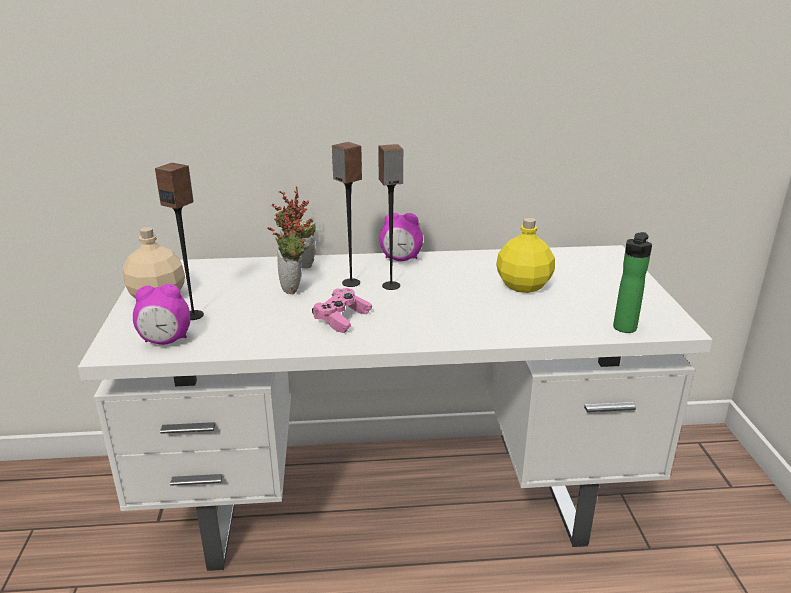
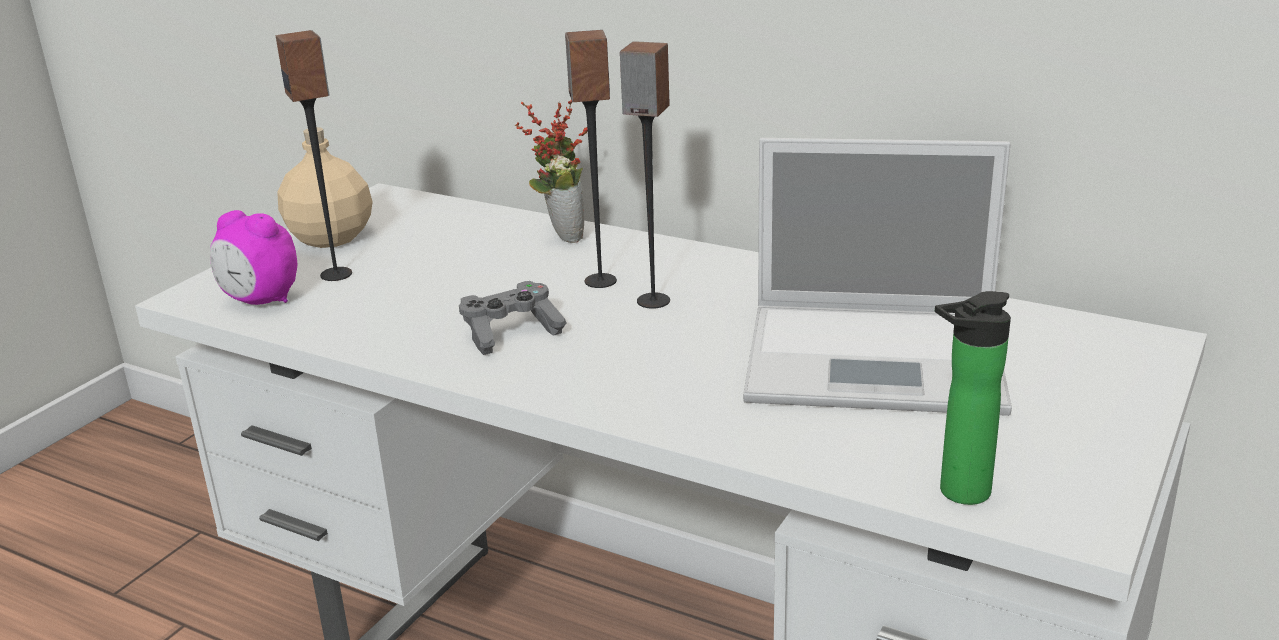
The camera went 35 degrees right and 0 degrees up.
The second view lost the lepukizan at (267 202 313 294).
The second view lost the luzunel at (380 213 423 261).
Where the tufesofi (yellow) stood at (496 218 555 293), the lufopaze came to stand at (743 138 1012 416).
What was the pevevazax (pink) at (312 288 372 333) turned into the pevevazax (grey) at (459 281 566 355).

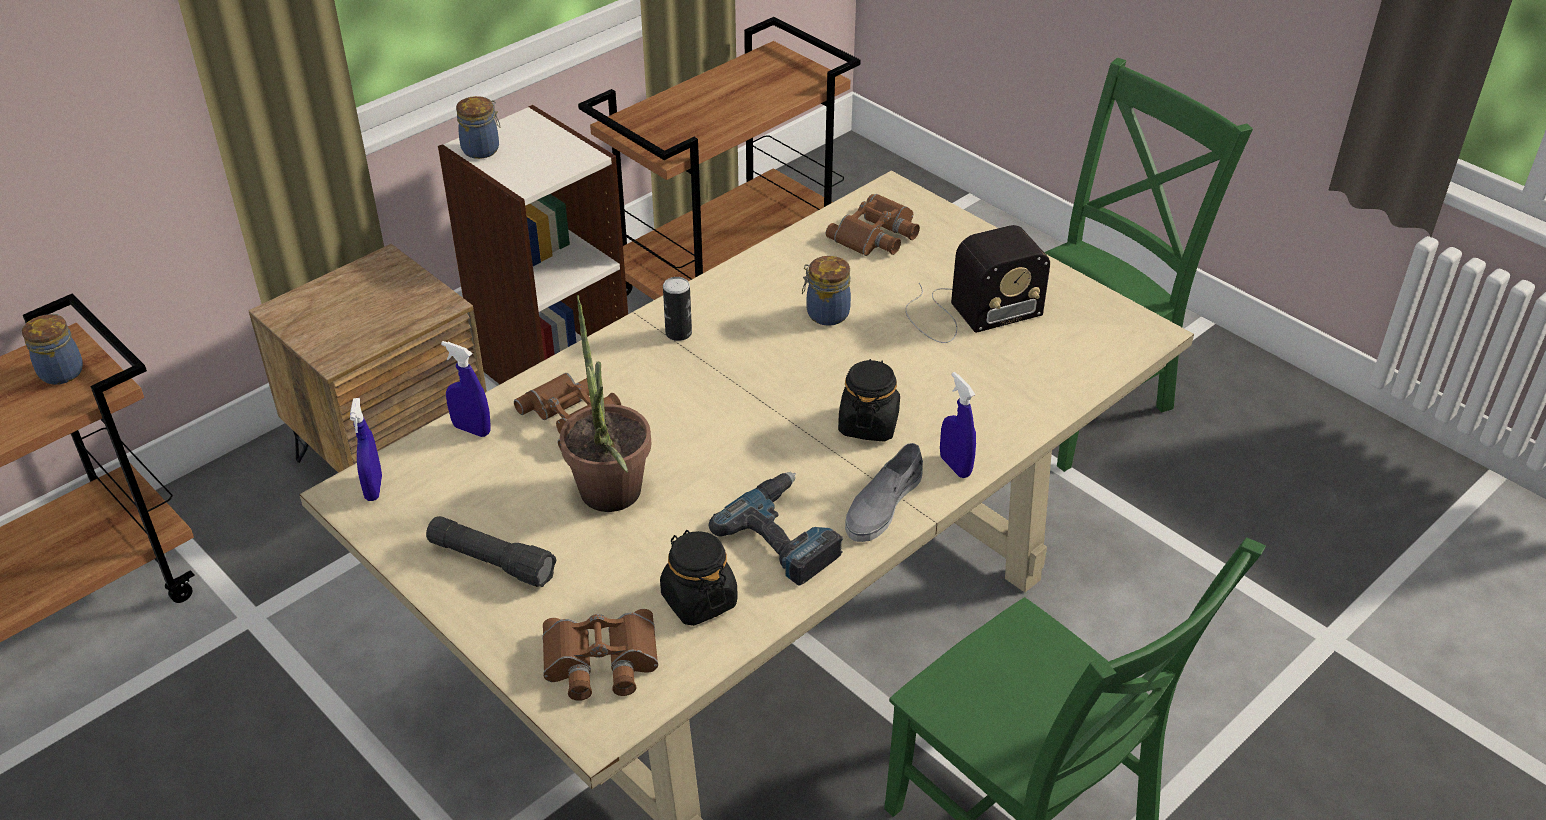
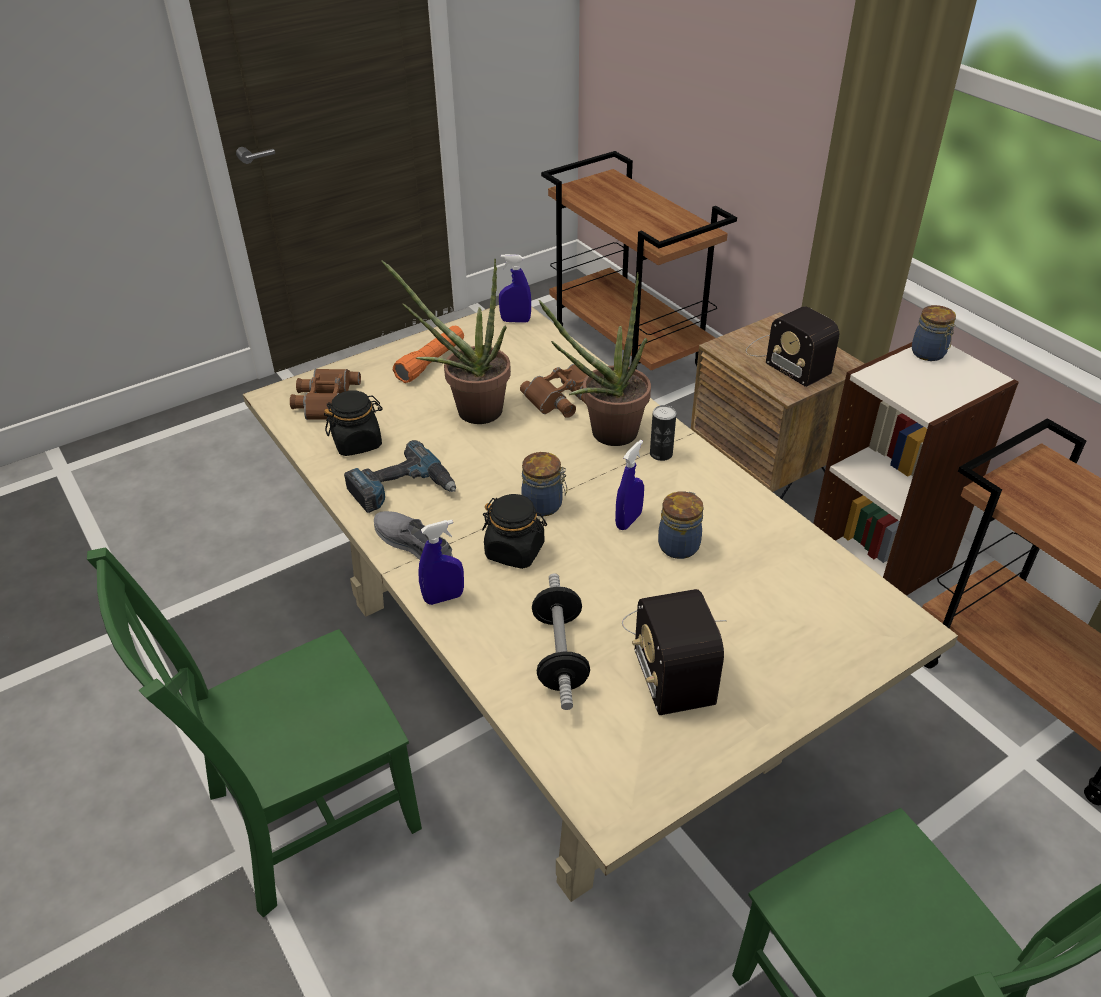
The camera went 100 degrees right and 0 degrees up.
The second view lost the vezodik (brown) at (826 194 920 256).
The second view gained the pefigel at (532 573 590 710).
The second view gained the lepukizan at (539 272 651 446).
The second view gained the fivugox at (746 306 839 387).
The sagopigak ended up elsewhere, having gone from (22 314 83 385) to (521 452 567 517).
The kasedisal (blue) ended up elsewhere, having gone from (441 341 491 437) to (615 440 644 530).
What was the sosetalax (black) at (426 516 557 587) turned into the sosetalax (orange) at (393 326 464 383).

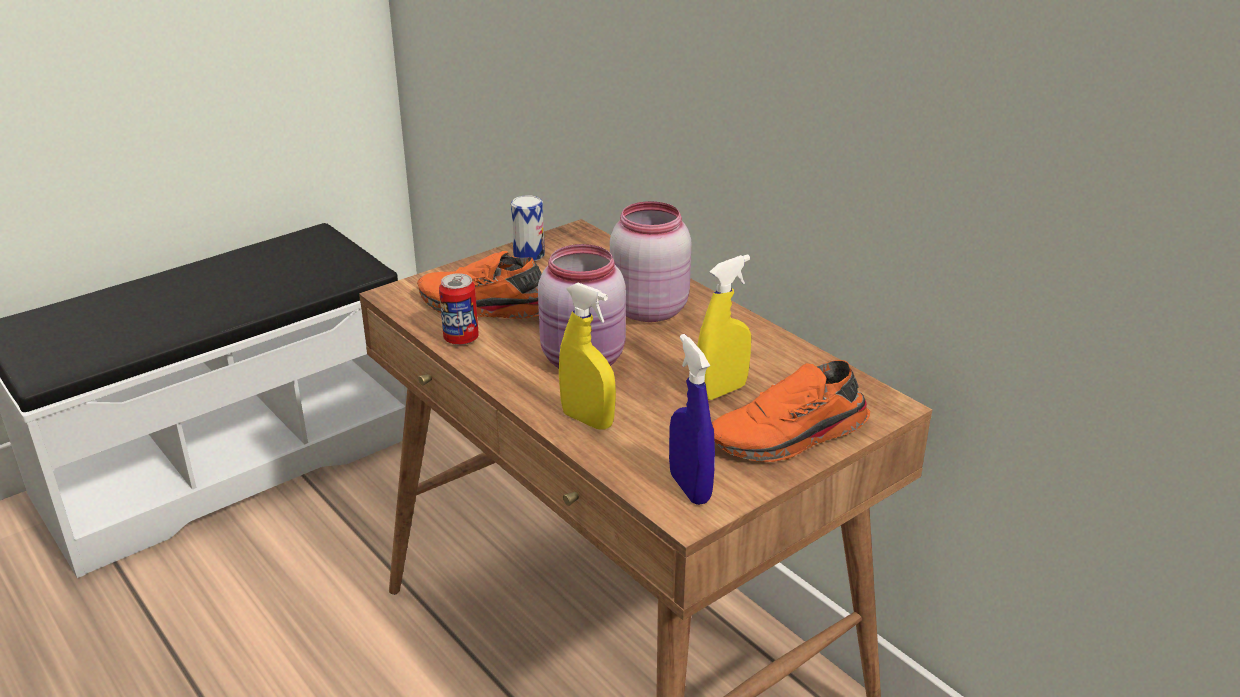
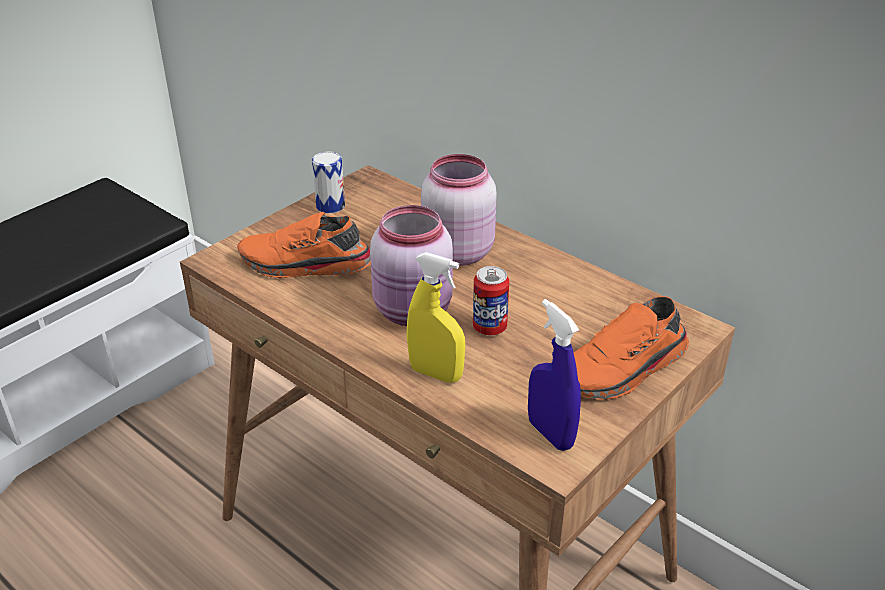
The camera went 10 degrees left and 5 degrees up.
The second view lost the kasedisal (yellow) at (697 254 751 400).
The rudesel ended up elsewhere, having gone from (439 273 479 345) to (473 266 509 335).

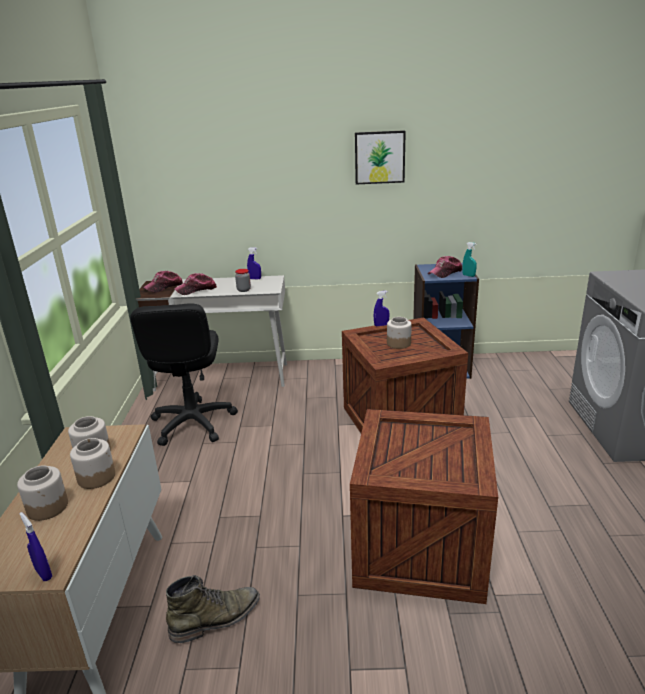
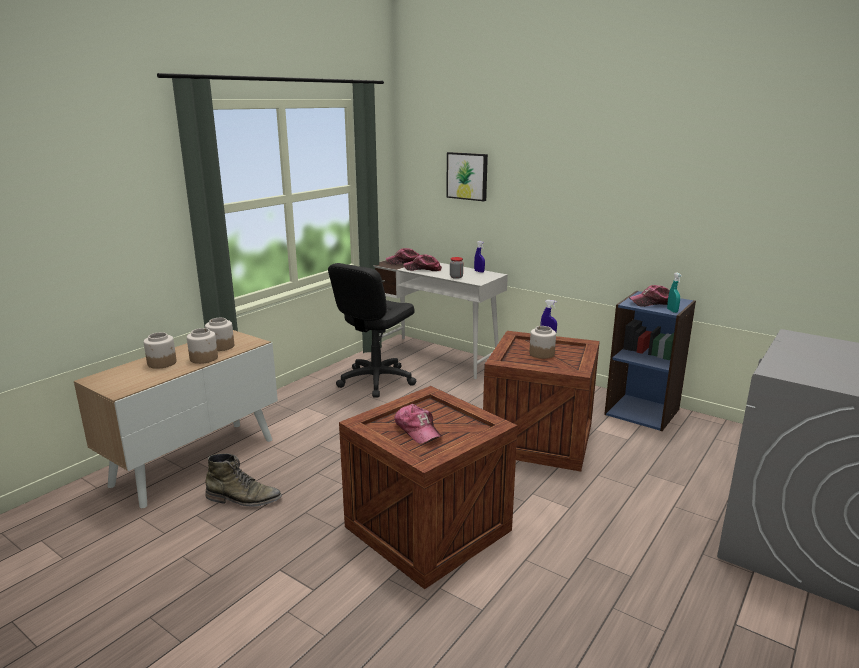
The camera went 35 degrees right and 5 degrees down.
The second view lost the kasedisal (blue) at (20 512 52 581).
The second view gained the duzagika at (394 404 442 444).
The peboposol ended up elsewhere, having gone from (355 130 406 184) to (446 152 488 201).

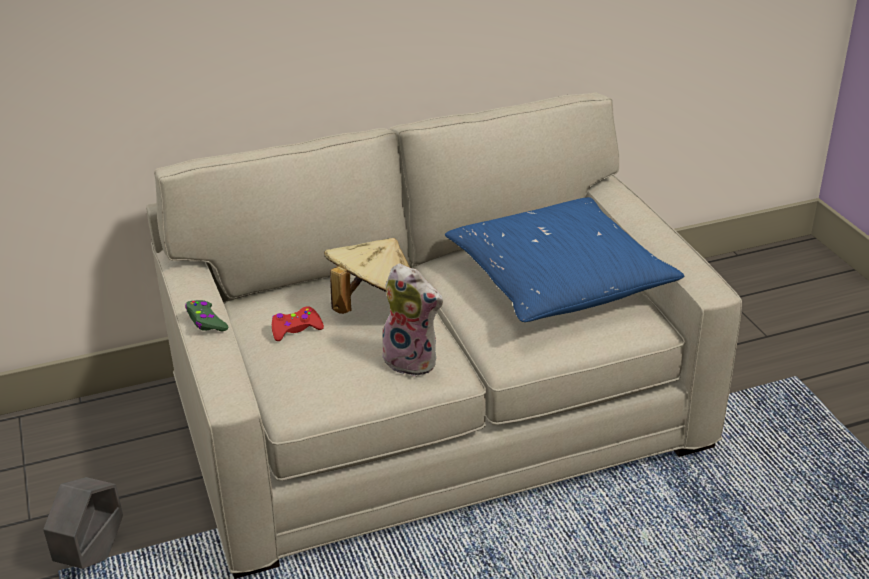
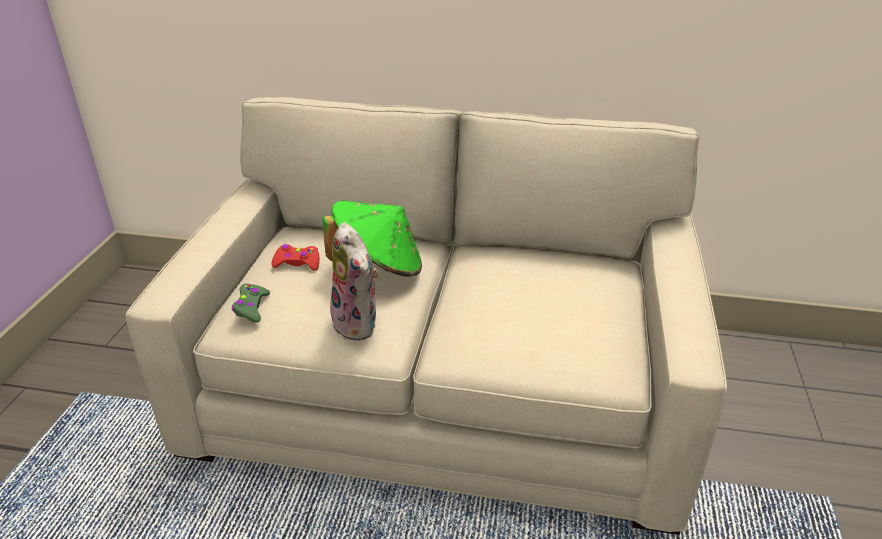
The camera went 30 degrees right and 0 degrees up.
The second view lost the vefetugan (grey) at (43 477 123 569).
The second view lost the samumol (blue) at (445 197 684 322).
The pevevazax (green) ended up elsewhere, having gone from (185 300 228 331) to (232 284 270 323).
What was the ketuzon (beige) at (324 238 410 314) turned into the ketuzon (green) at (323 201 422 277).

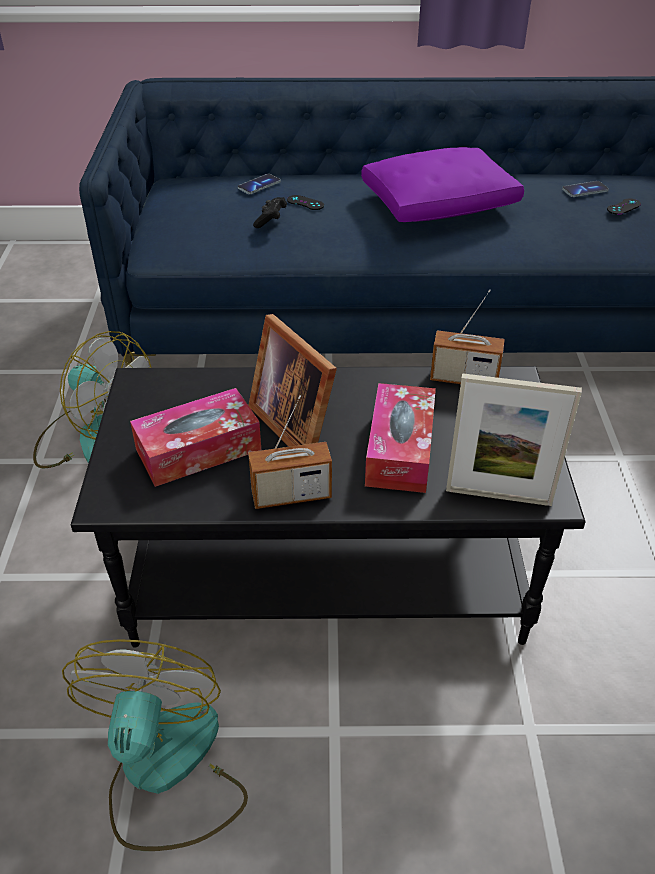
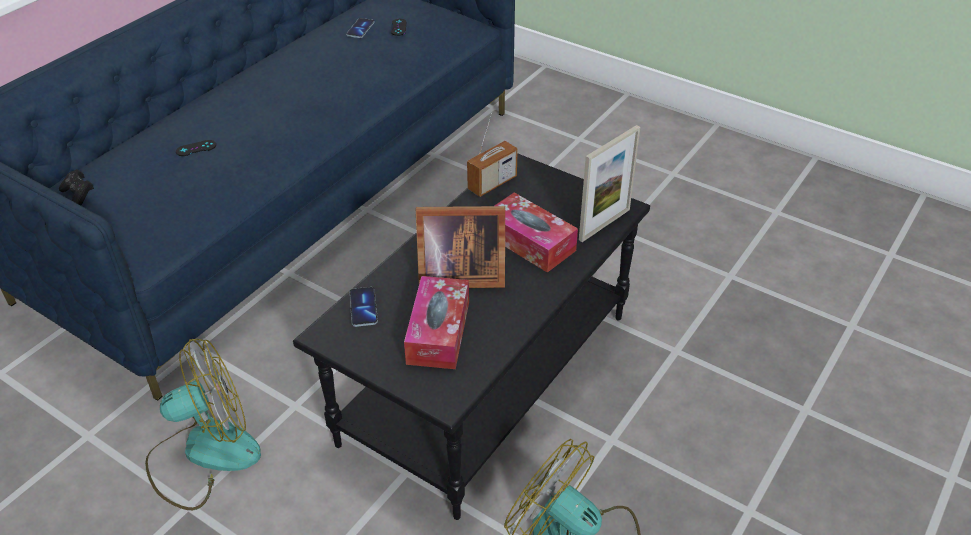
The camera went 55 degrees left and 0 degrees up.
The second view lost the fivugox at (248 395 332 509).
The second view lost the samumol (purple) at (361 147 524 222).
The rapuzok ended up elsewhere, having gone from (238 174 281 194) to (350 287 378 327).
The pevevazax (black) ended up elsewhere, having gone from (253 197 287 228) to (59 169 94 205).

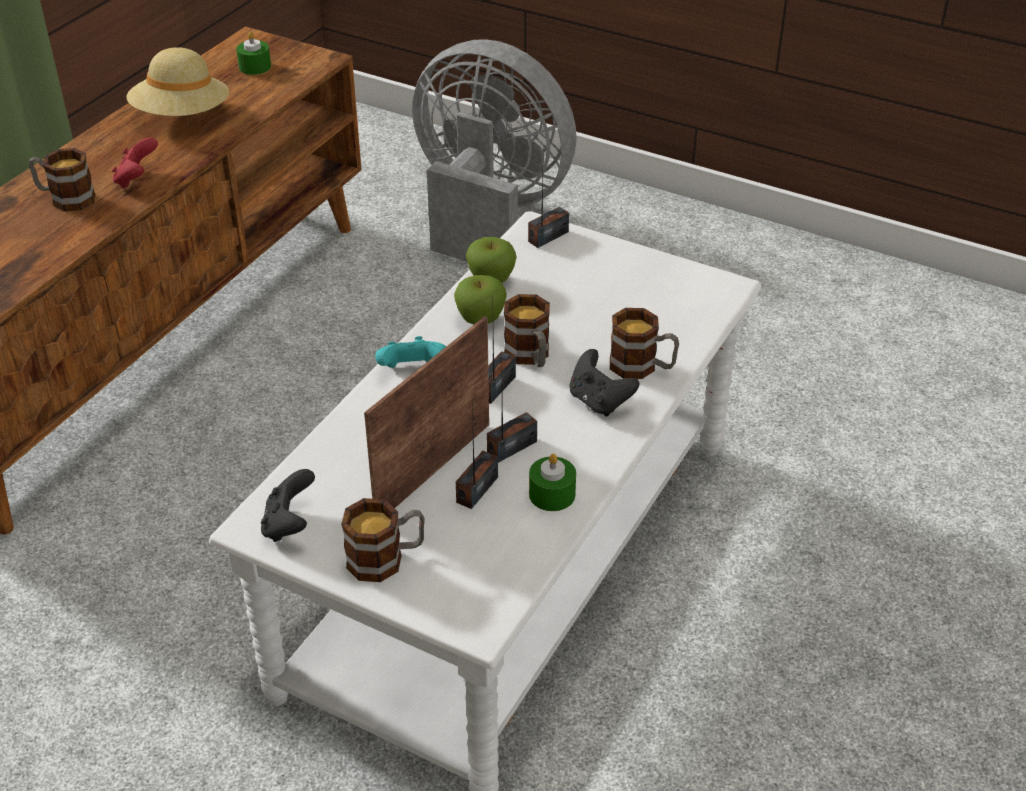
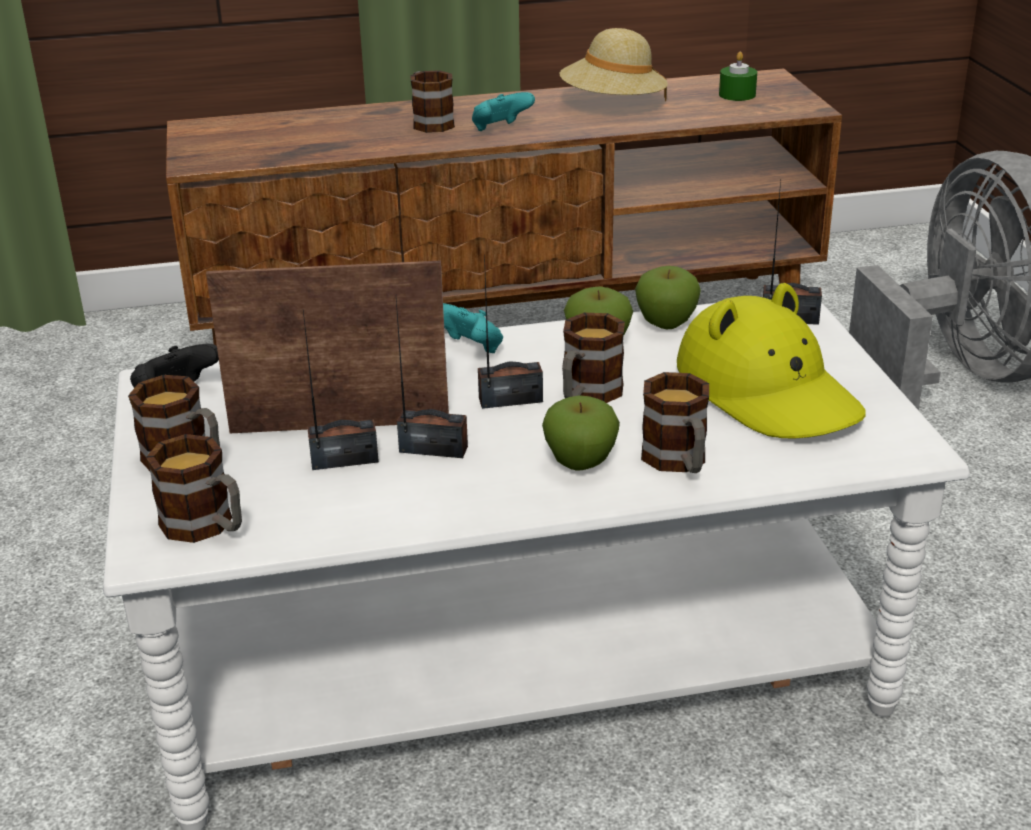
The camera went 50 degrees right and 10 degrees down.
The second view lost the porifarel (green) at (529 454 576 511).
The second view gained the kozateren at (146 434 242 543).
The second view gained the ketuzon (yellow) at (677 283 866 438).
Where the pevevazax (black) stood at (570 349 639 417), the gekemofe came to stand at (542 395 620 470).
What was the pevevazax (red) at (112 137 158 189) turned into the pevevazax (turquoise) at (472 92 535 131).

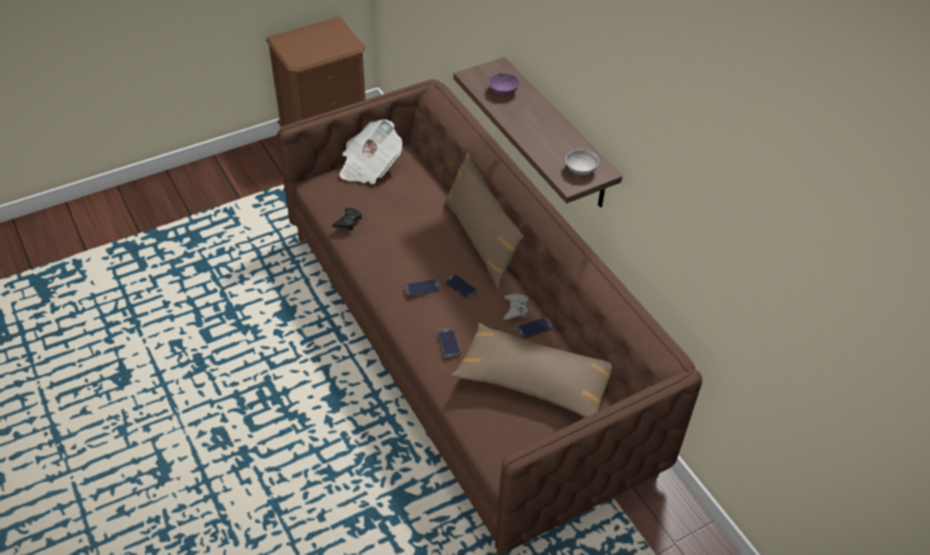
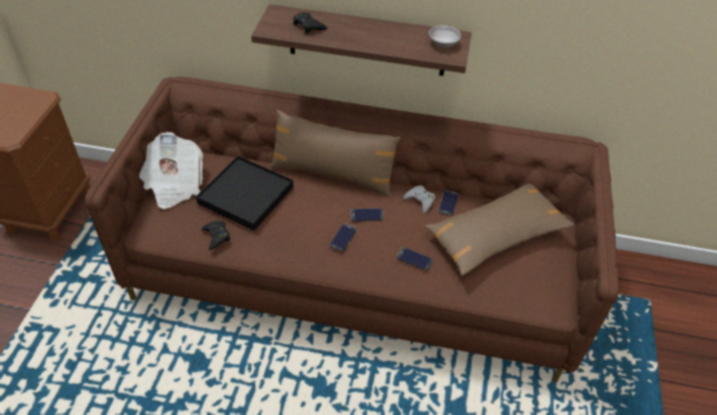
The camera went 50 degrees left and 0 degrees up.
The second view gained the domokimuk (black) at (196 156 293 231).
Where the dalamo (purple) stood at (489 73 520 95), the pevevazax (black) came to stand at (293 12 327 34).

